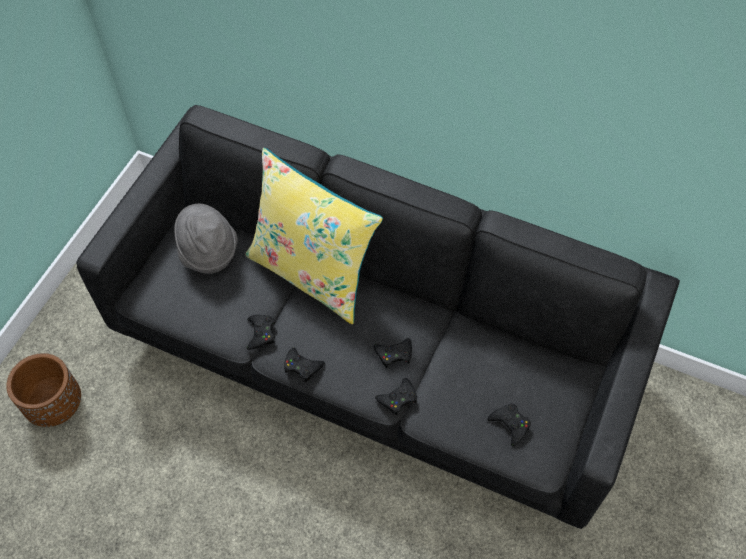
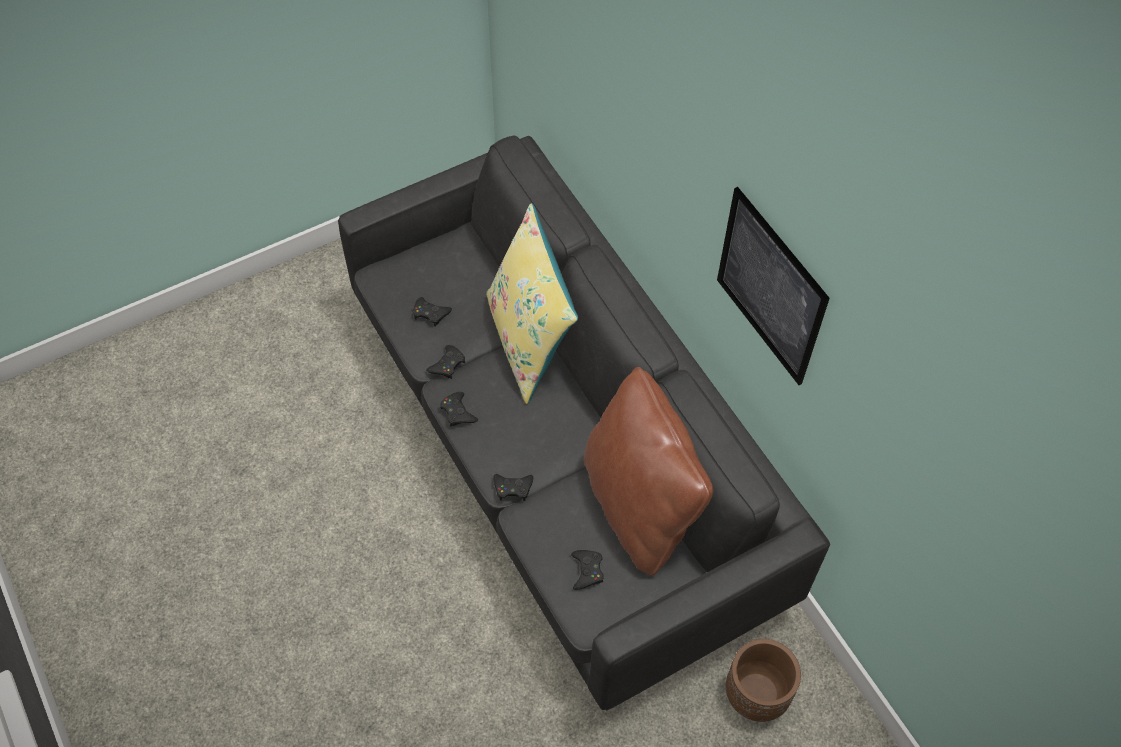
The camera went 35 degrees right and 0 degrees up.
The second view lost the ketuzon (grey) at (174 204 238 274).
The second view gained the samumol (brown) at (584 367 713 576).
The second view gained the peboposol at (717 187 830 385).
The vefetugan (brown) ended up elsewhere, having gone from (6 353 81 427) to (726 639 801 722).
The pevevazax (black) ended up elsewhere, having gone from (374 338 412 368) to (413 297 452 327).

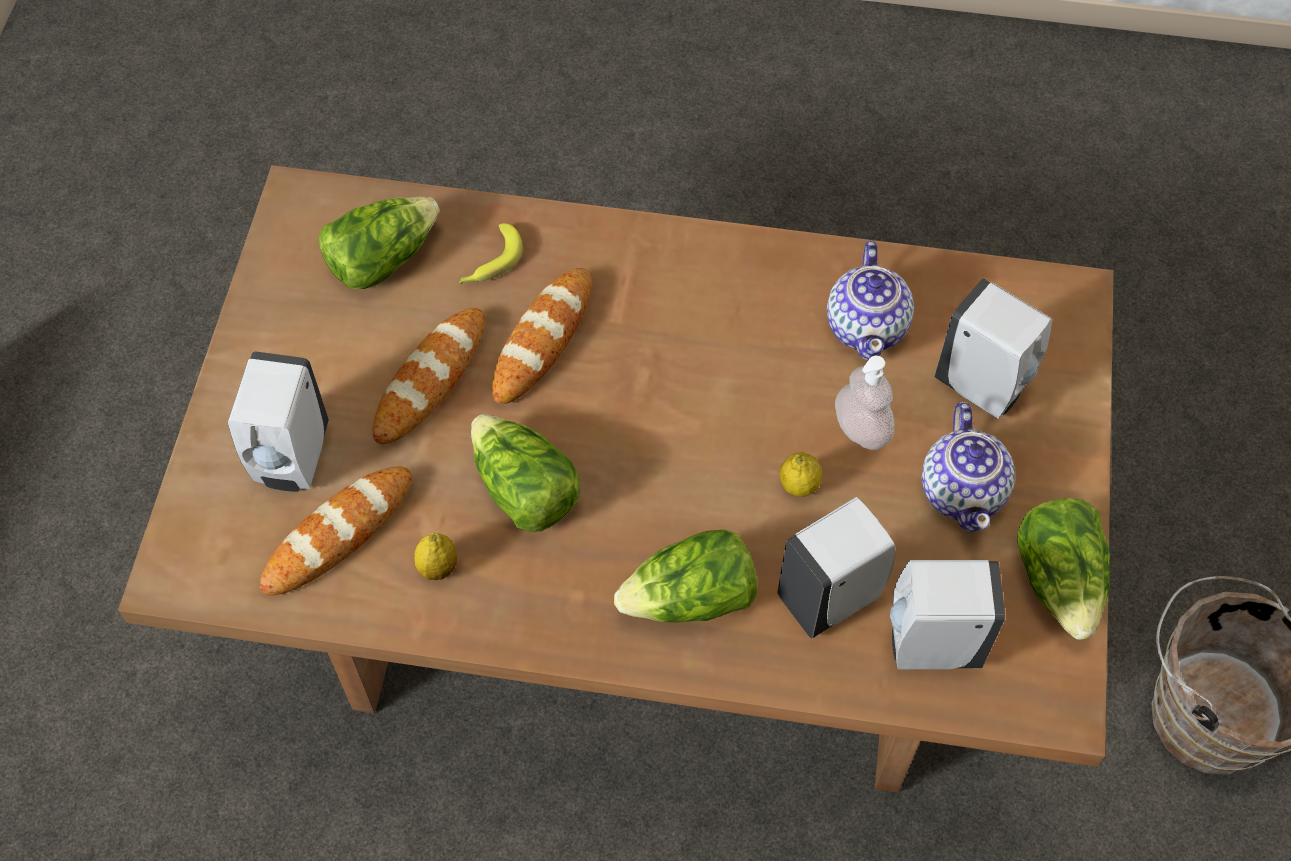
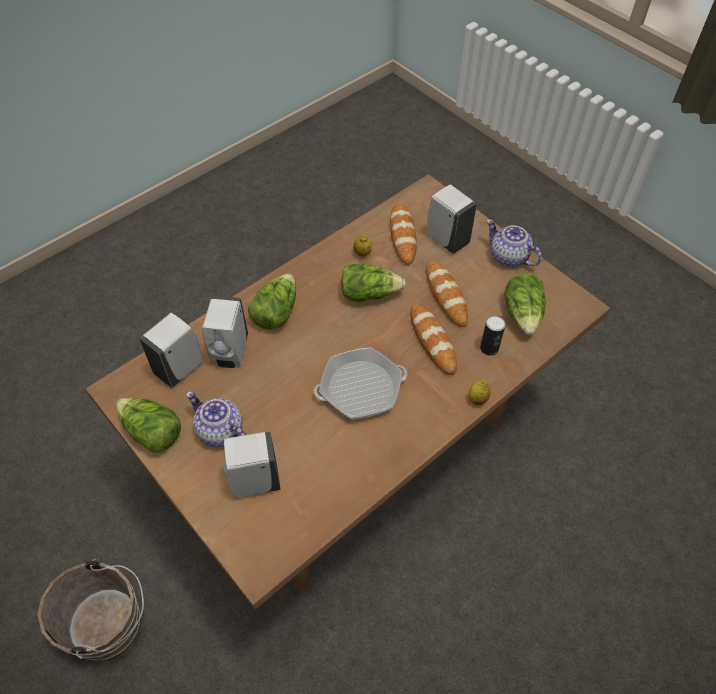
The camera went 130 degrees right and 5 degrees down.
The second view lost the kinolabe at (835 356 895 450).
The second view gained the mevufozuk at (314 347 407 420).
The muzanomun ended up elsewhere, having gone from (779 452 822 497) to (469 380 491 405).
The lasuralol ended up elsewhere, having gone from (827 241 914 361) to (486 219 542 267).
Where the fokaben stood at (459 223 523 284), the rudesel came to stand at (480 315 506 356).

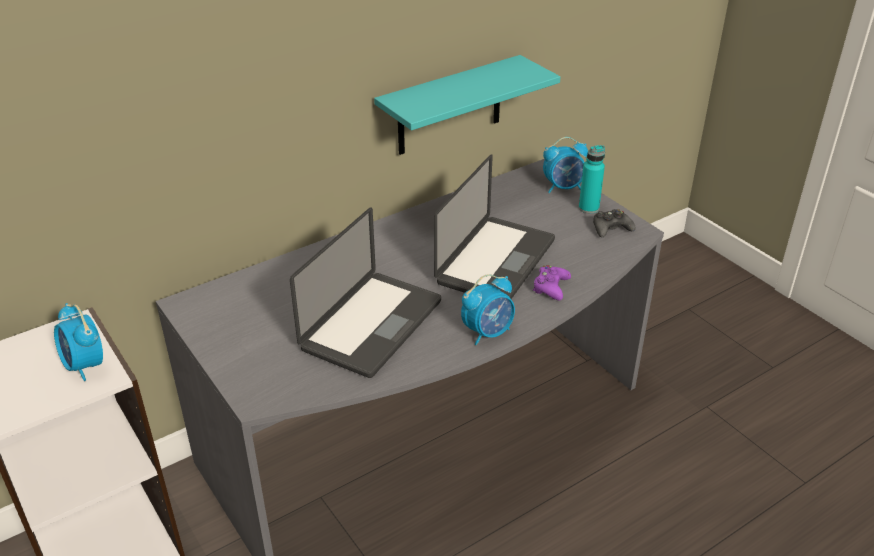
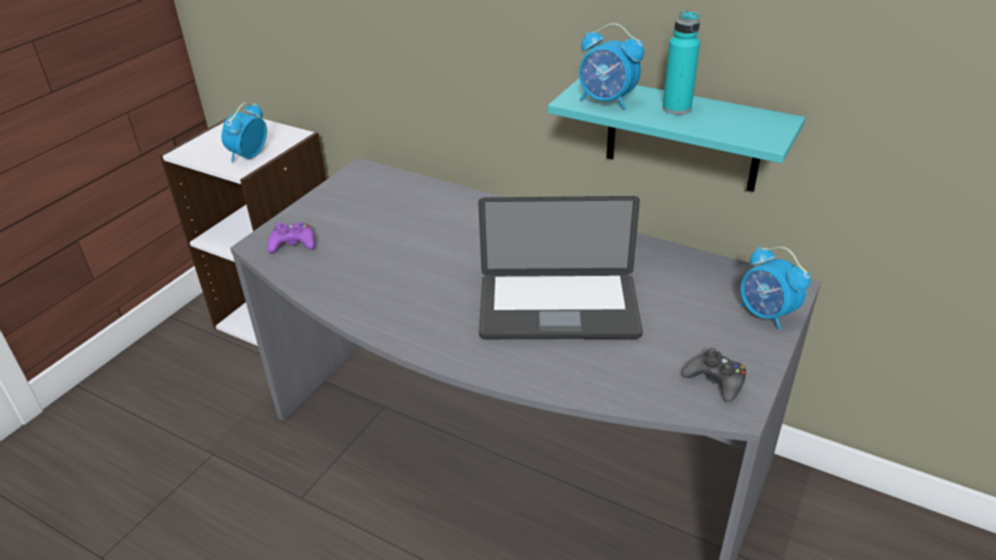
The camera went 65 degrees right and 0 degrees up.
The second view lost the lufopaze at (290 207 441 378).
The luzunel ended up elsewhere, having gone from (461 274 515 345) to (579 23 644 109).
The pevevazax (purple) ended up elsewhere, having gone from (533 265 571 301) to (267 222 315 253).
The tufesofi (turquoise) ended up elsewhere, having gone from (579 145 605 214) to (662 10 700 115).

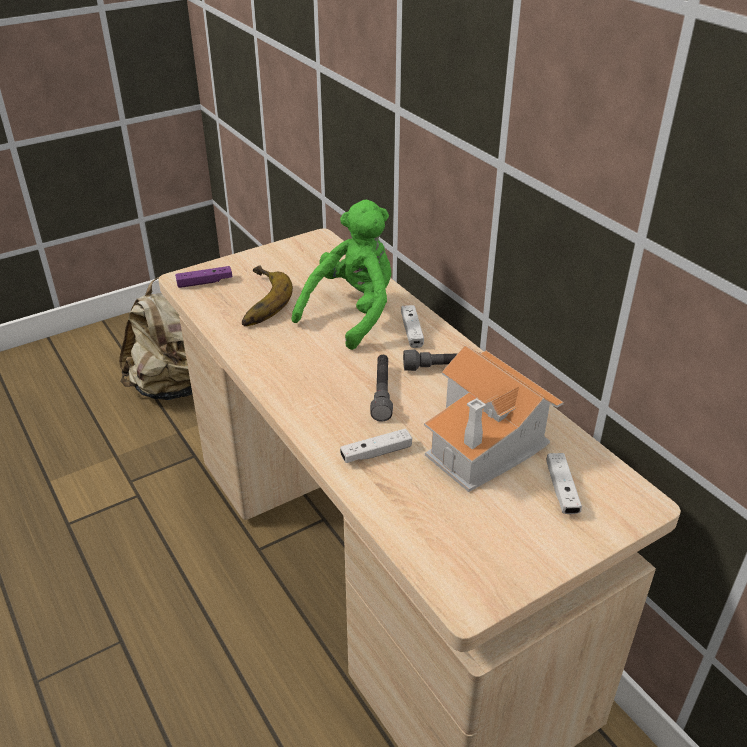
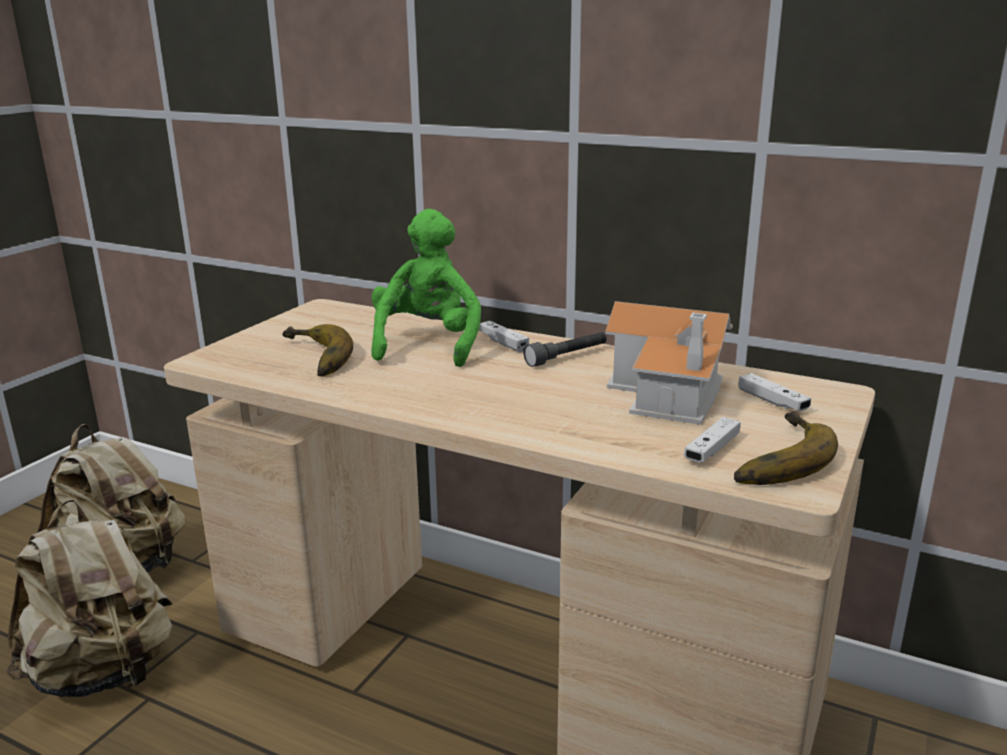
The camera went 30 degrees left and 15 degrees down.
The second view lost the pevevazax (purple) at (175 266 232 288).
The second view lost the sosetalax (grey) at (370 355 393 422).
The second view gained the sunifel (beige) at (6 499 172 697).
The second view gained the fokaben at (734 411 838 485).
The pevevazax (white) ended up elsewhere, having gone from (340 428 412 463) to (684 417 741 463).

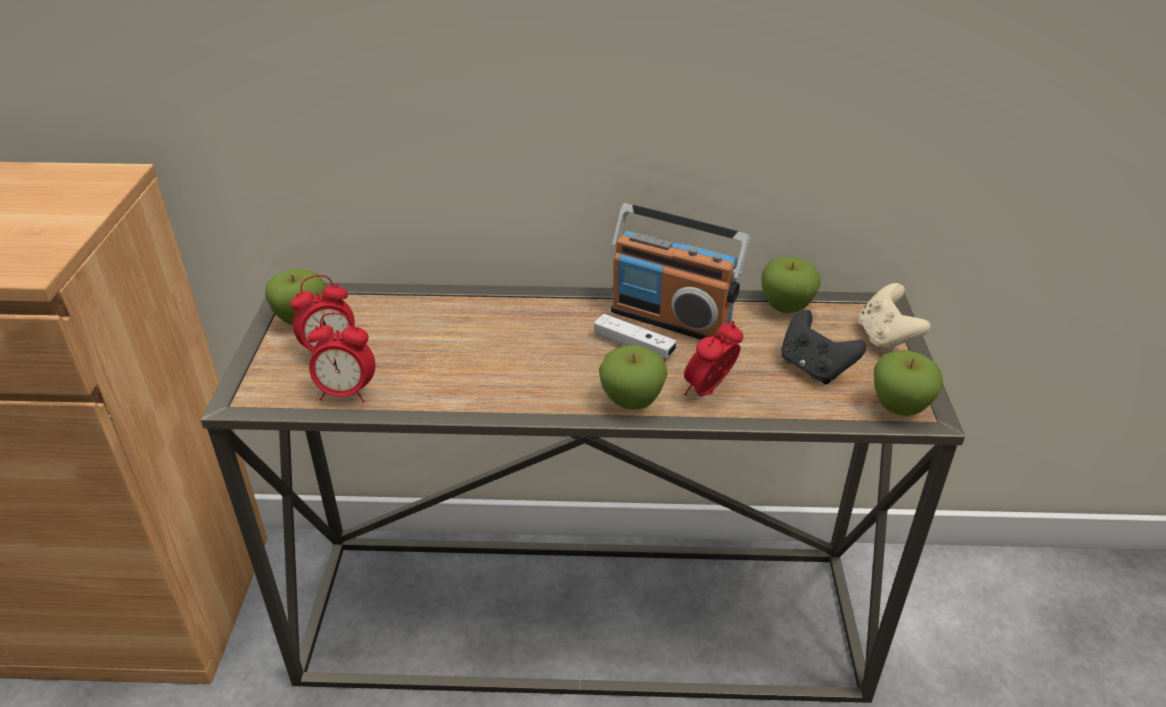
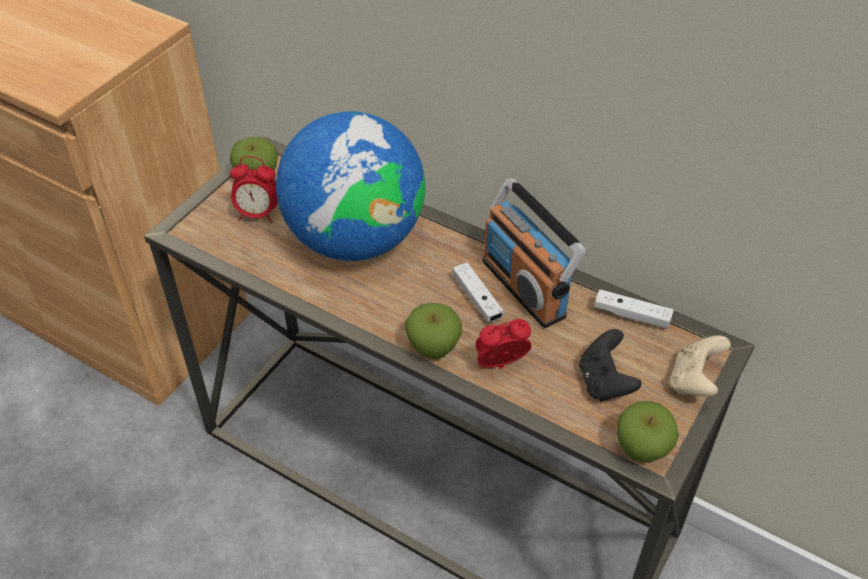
The camera went 30 degrees right and 10 degrees up.
The second view lost the luzunel at (308 313 376 403).
The second view gained the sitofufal at (276 111 425 261).
Where the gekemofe stood at (761 257 821 313), the pevevazax (white) came to stand at (594 289 674 329).

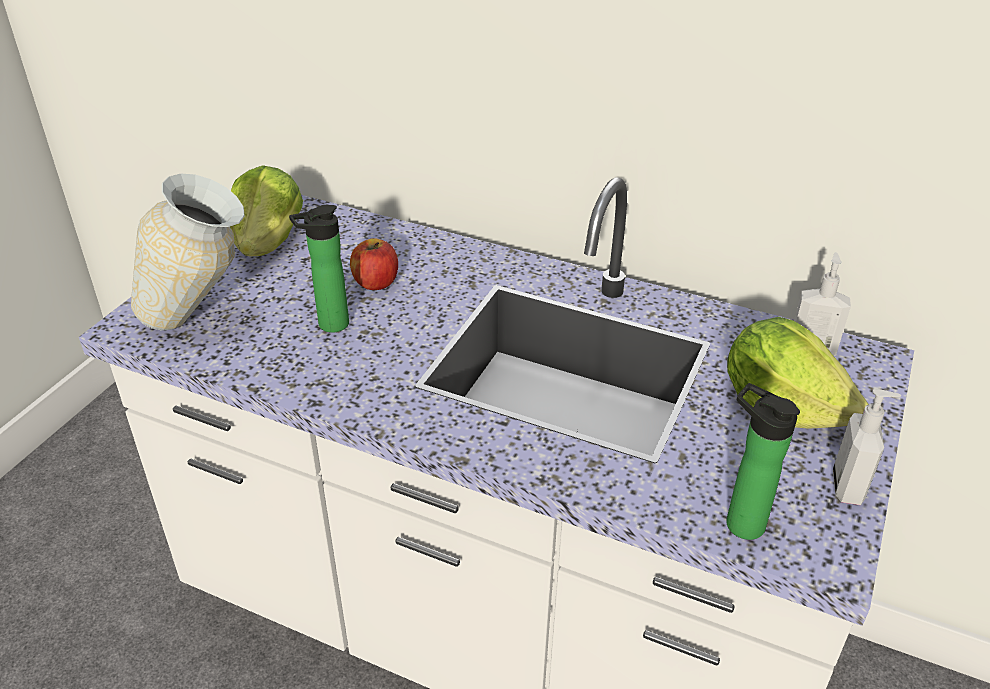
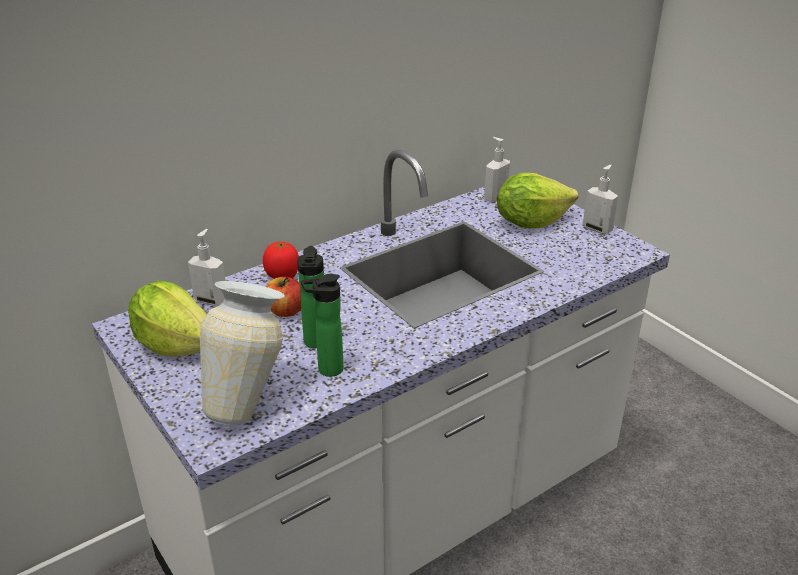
The camera went 60 degrees left and 5 degrees down.
The second view gained the kinolabe at (188 229 226 306).
The second view gained the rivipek at (263 241 299 279).
The tufesofi ended up elsewhere, having gone from (726 383 800 540) to (301 274 344 377).

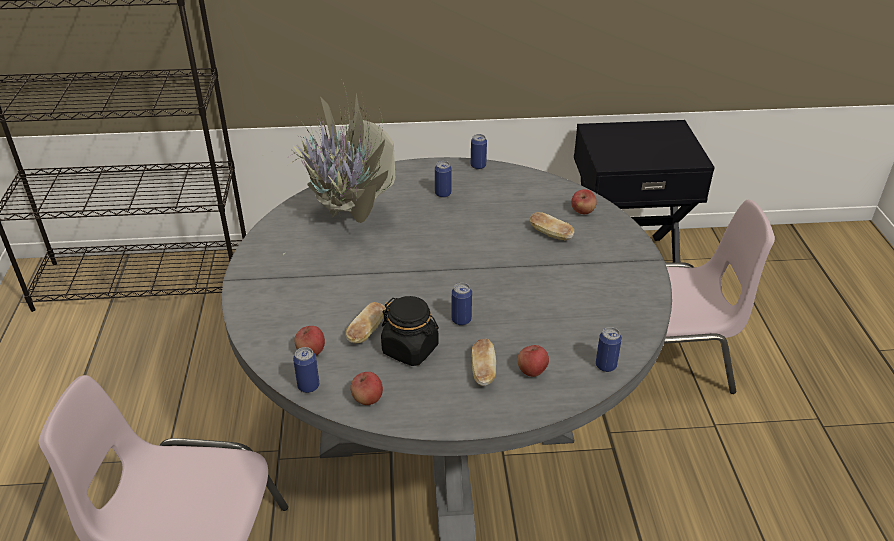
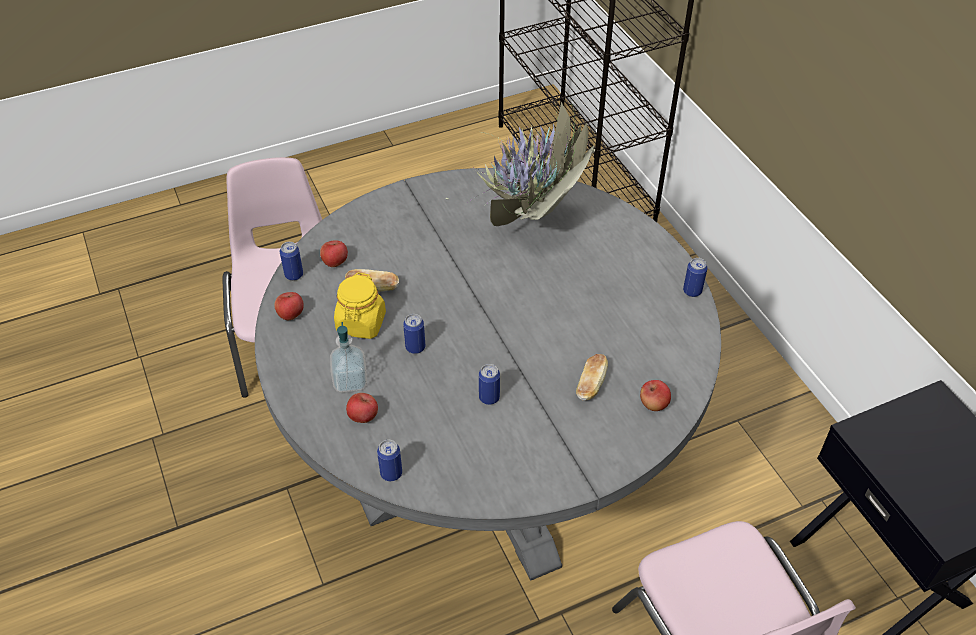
The camera went 70 degrees right and 10 degrees up.
The rudesel ended up elsewhere, having gone from (435 161 451 198) to (479 364 500 405).
Where the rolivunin stood at (471 339 496 386), the kinolabe came to stand at (330 322 367 393).
What was the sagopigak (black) at (381 296 439 366) turned into the sagopigak (yellow) at (334 273 386 339).

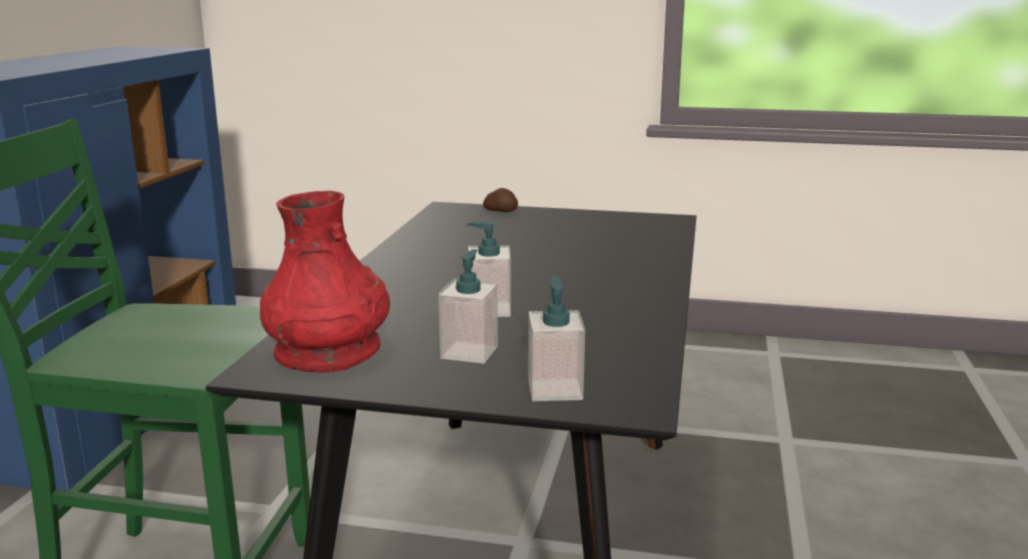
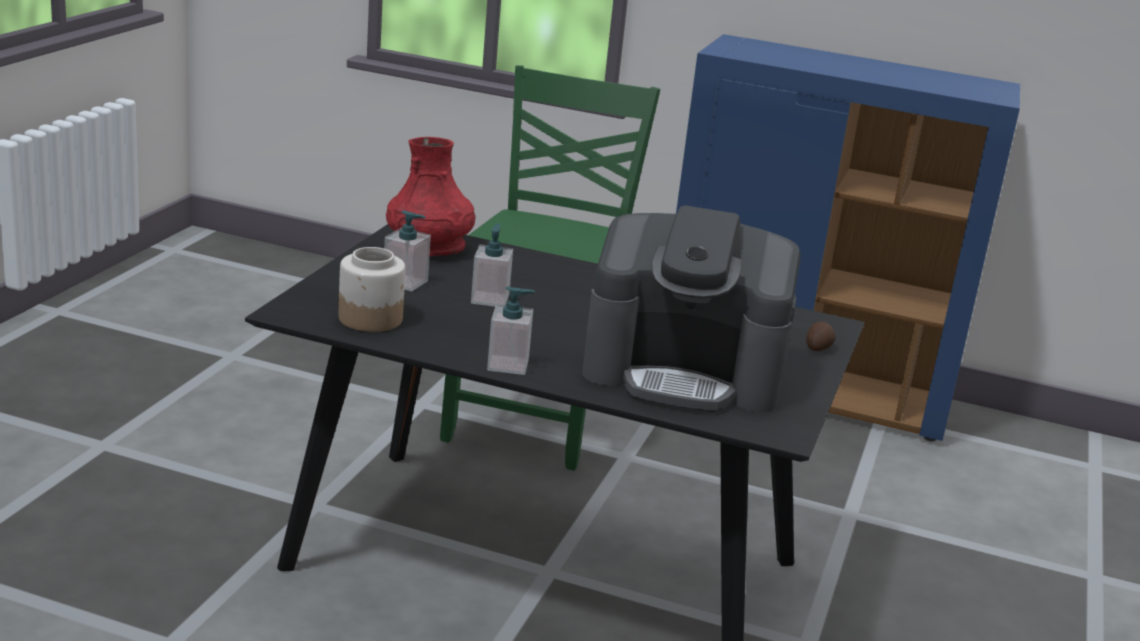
The camera went 95 degrees right and 5 degrees up.
The second view gained the sagopigak at (339 247 405 332).
The second view gained the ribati at (583 205 801 412).
The kinolabe ended up elsewhere, having gone from (528 277 585 401) to (487 286 535 375).

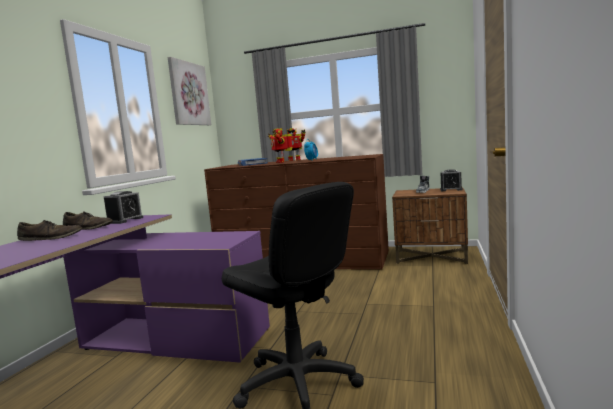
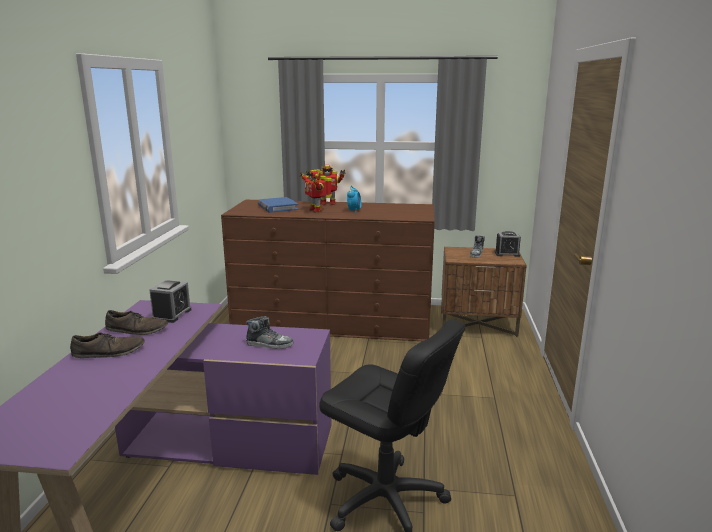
The camera went 10 degrees left and 10 degrees up.
The second view lost the peboposol at (168 57 211 125).
The second view gained the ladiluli at (245 316 293 349).

